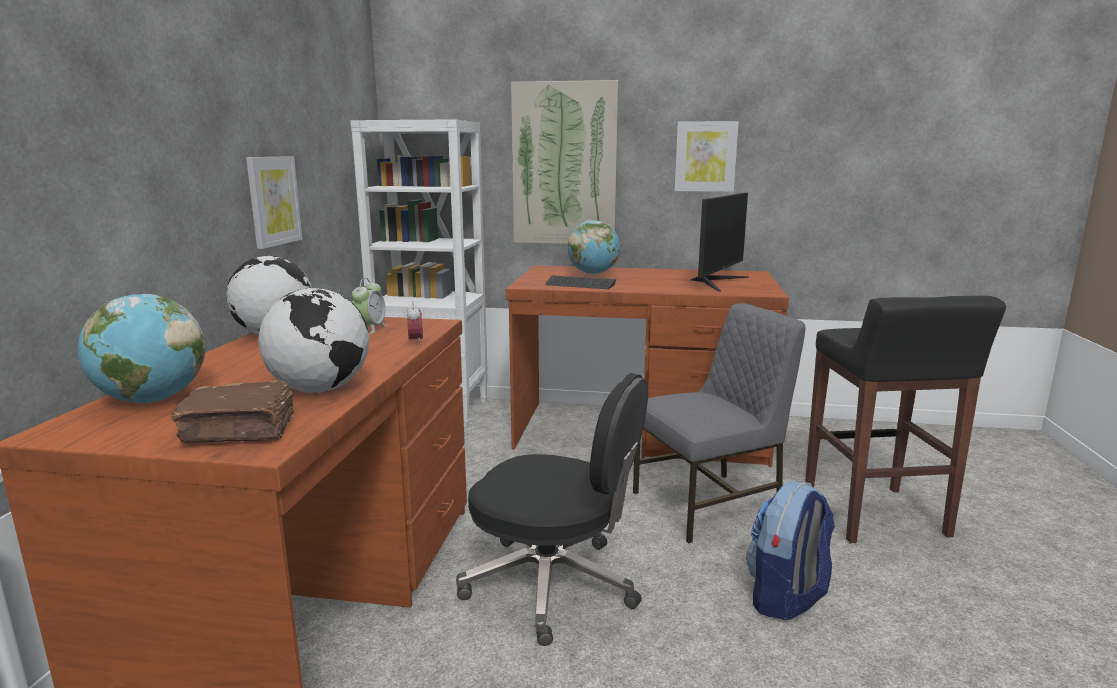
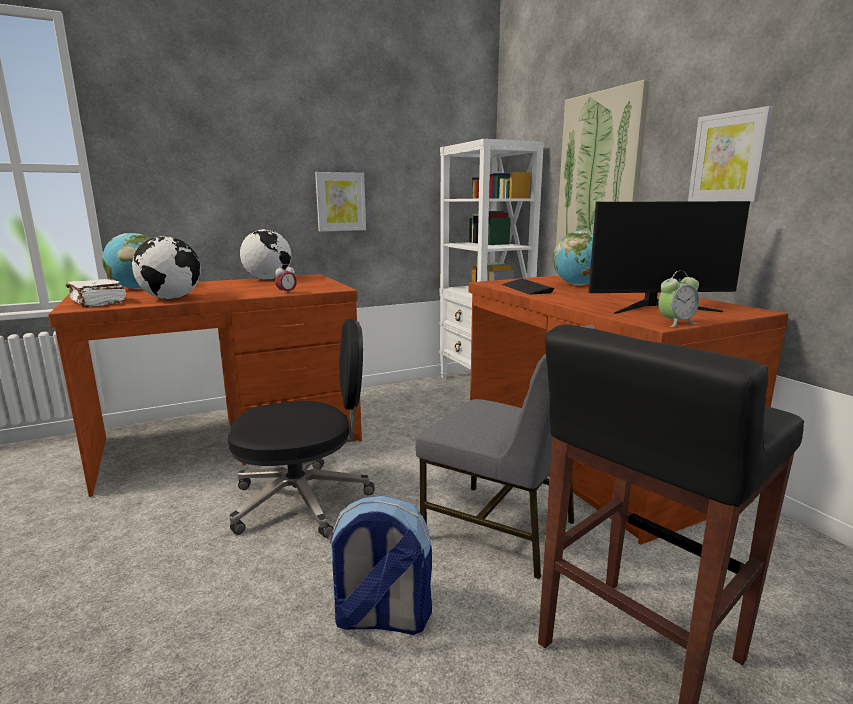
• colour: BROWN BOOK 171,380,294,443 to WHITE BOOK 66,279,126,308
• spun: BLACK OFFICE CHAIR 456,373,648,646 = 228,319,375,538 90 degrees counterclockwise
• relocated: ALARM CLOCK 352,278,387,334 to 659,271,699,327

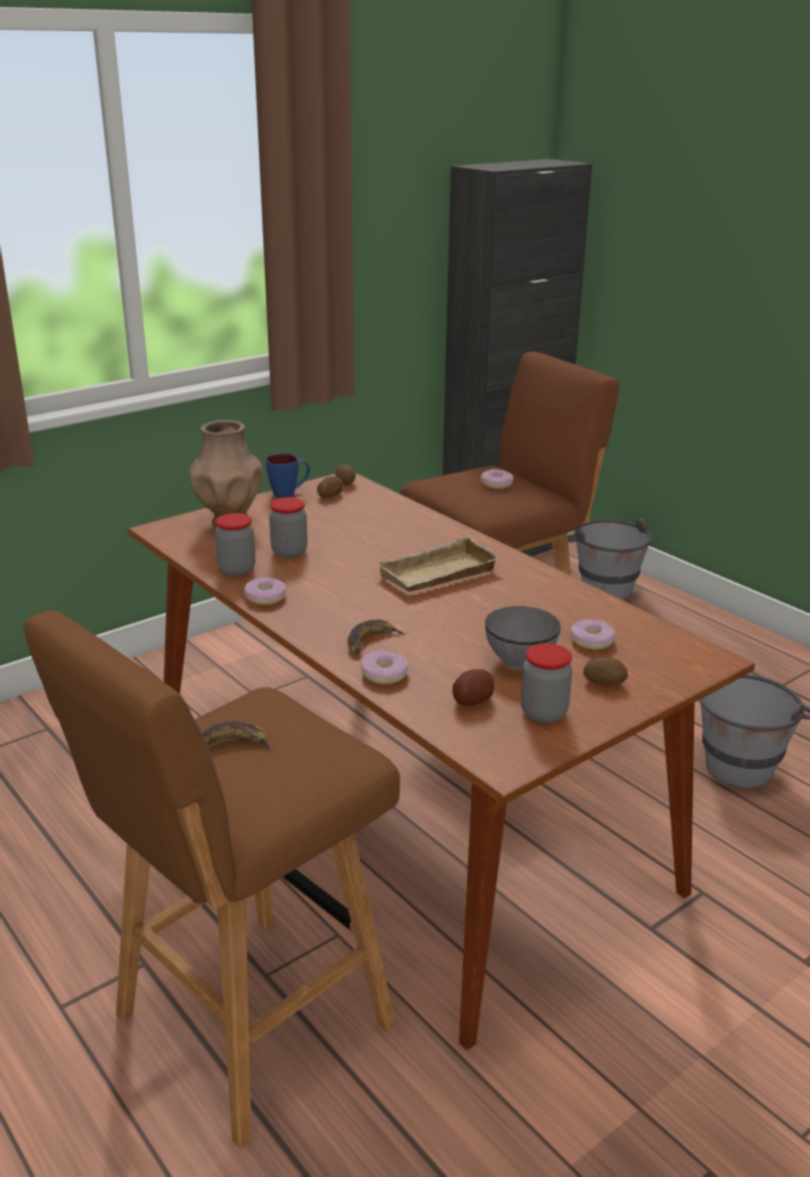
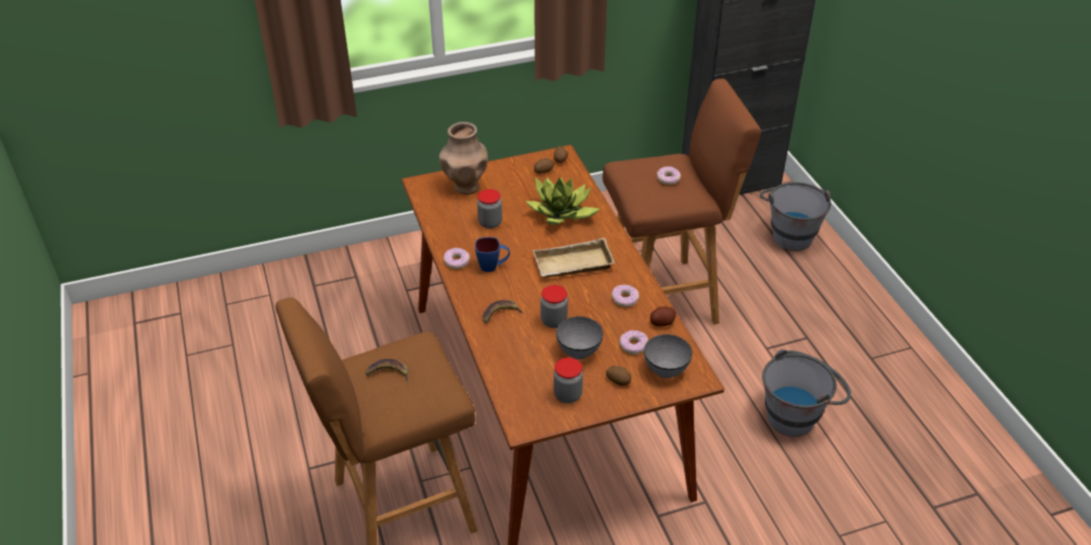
• relocated: BLUE MUG 265,453,310,498 to 475,237,510,272
• appeared: POTTED PLANT 526,177,600,225
• relocated: JAR 215,513,256,576 to 541,285,568,328
• relocated: DONUT 361,650,409,684 to 611,285,639,307
• appeared: GREY BOWL 644,334,692,378
• relocated: POTATO 452,669,494,706 to 650,306,676,326

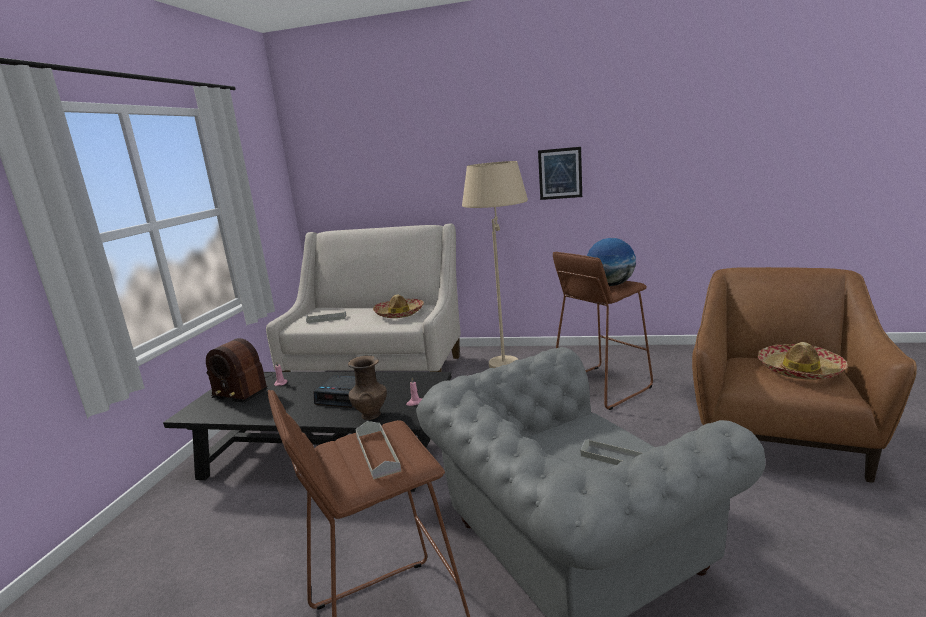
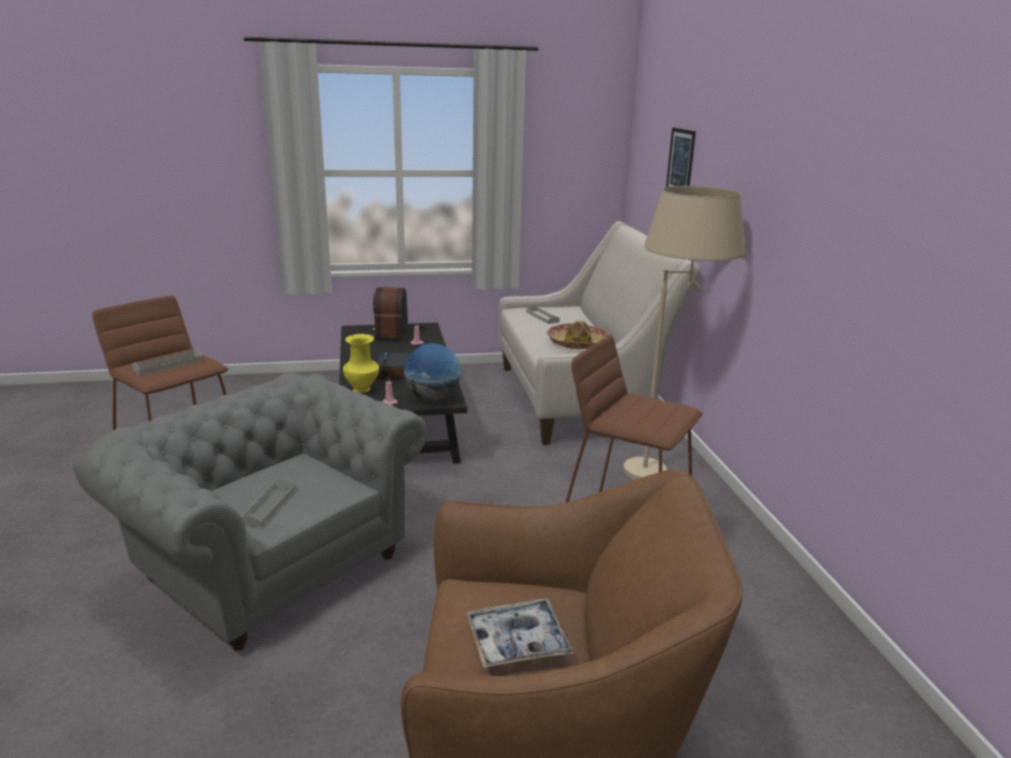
• colour: BROWN VASE 348,356,387,420 to YELLOW VASE 343,334,379,393
• relocated: GLOBE 587,238,636,286 to 404,343,461,400
• exchanged: HAT 758,342,848,380 to TRAY 467,599,573,668
• relocated: PICTURE 538,147,582,200 to 666,128,696,187

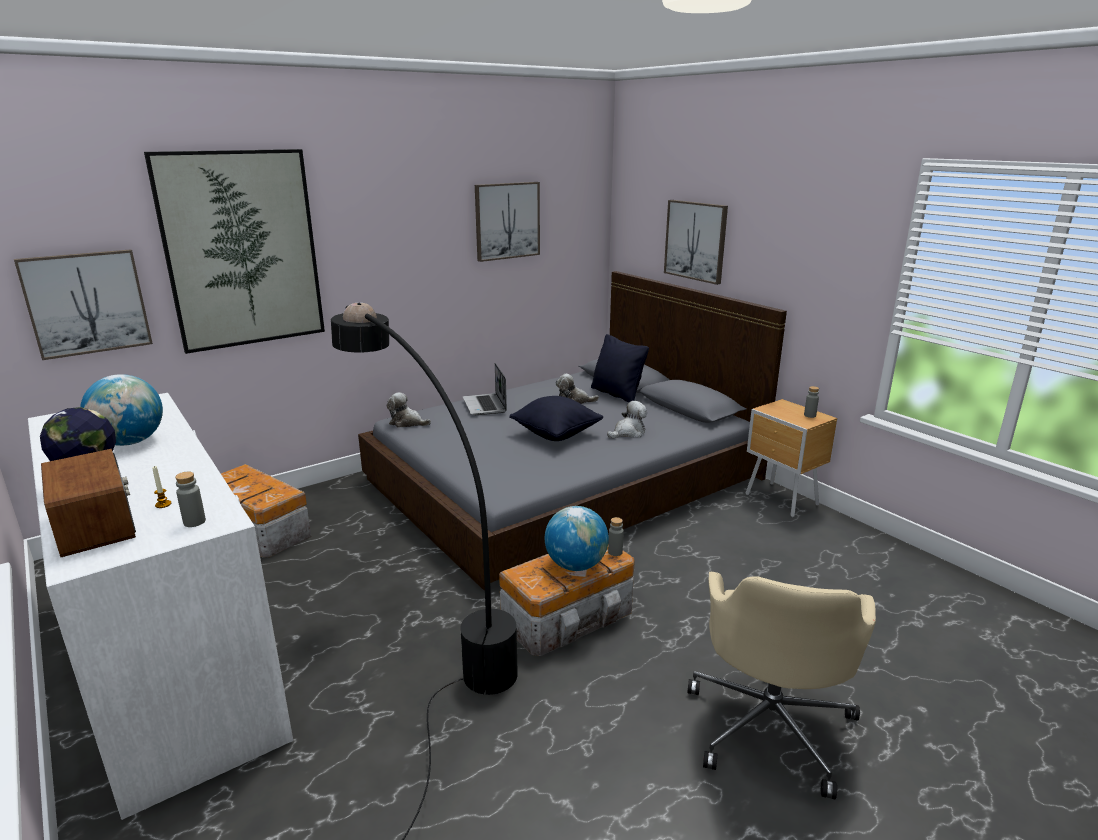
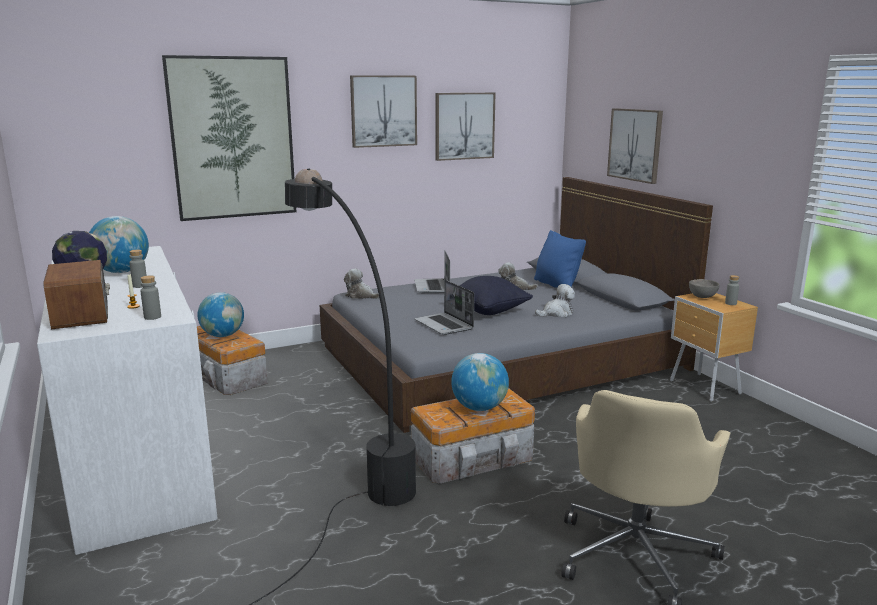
• relocated: GREY BOTTLE 608,517,624,556 to 129,250,147,288
• appeared: GLOBE 198,292,244,337
• relocated: PICTURE 14,249,153,360 to 350,75,417,148
• appeared: LAPTOP 414,280,474,335
• colour: BLACK PILLOW 591,334,649,403 to BLUE PILLOW 534,230,586,288
• appeared: GREY BOWL 689,279,720,298

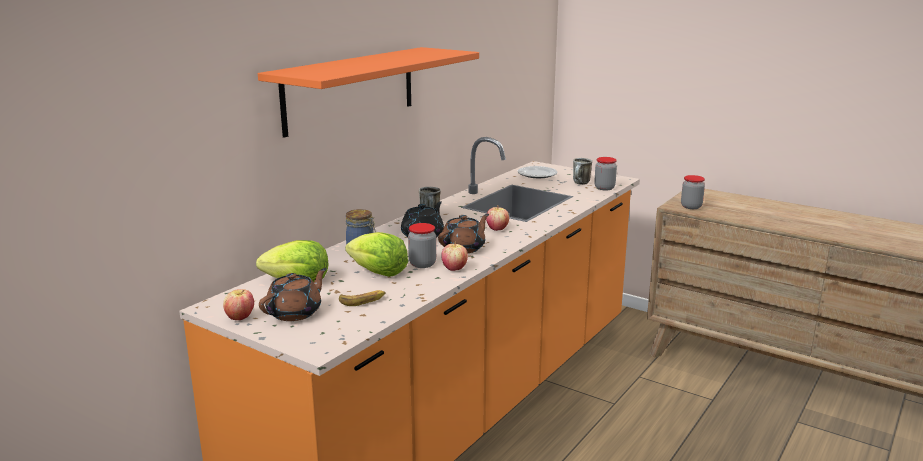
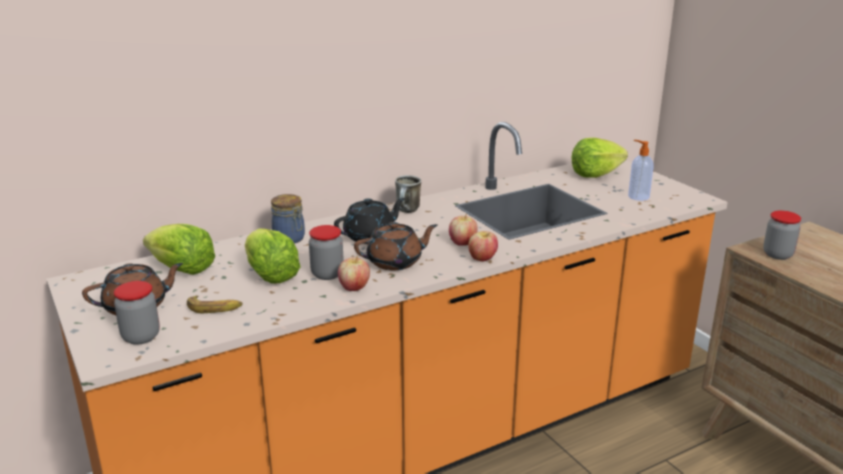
• relocated: JAR 594,157,617,190 to 114,281,160,345
• relocated: APPLE 223,289,254,320 to 468,231,498,261
• exchanged: PLATE 518,166,557,178 to LETTUCE 571,138,628,178
• exchanged: MUG 573,158,592,185 to SOAP DISPENSER 628,140,654,201
• missing: ORANGE SHELF 258,47,479,138

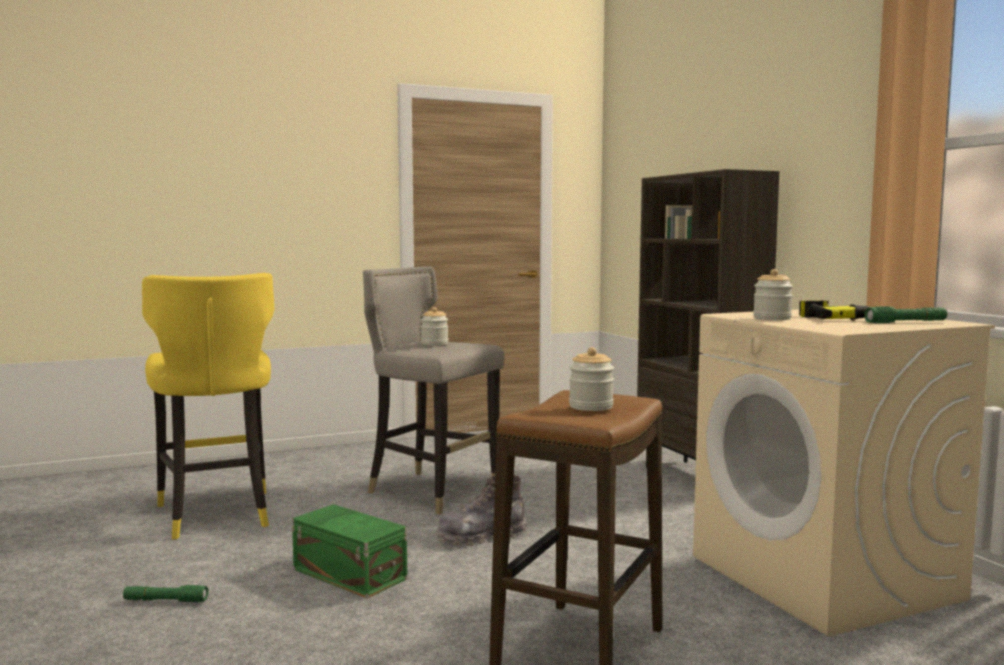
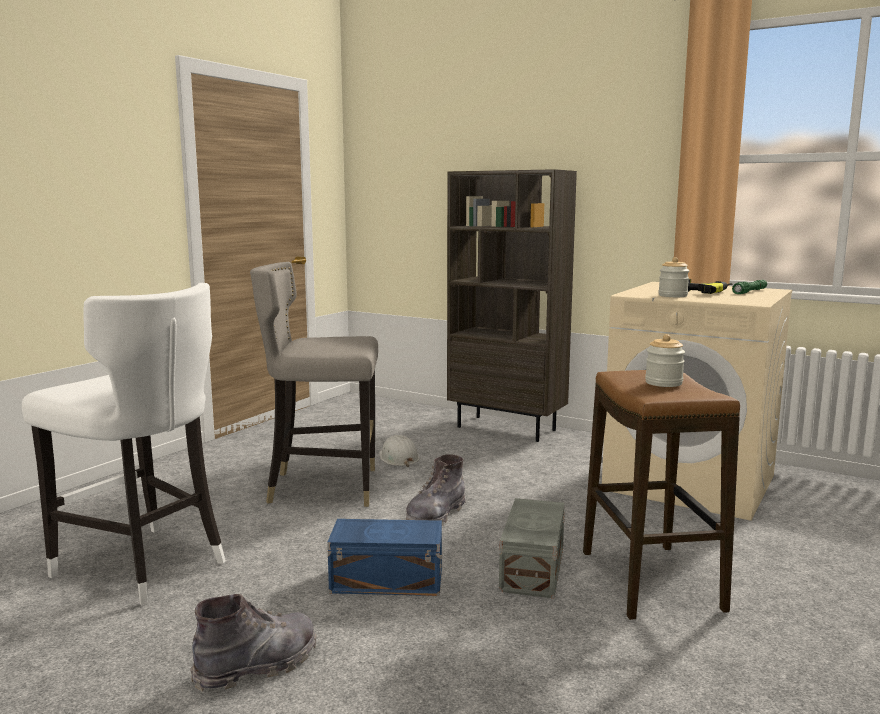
• colour: YELLOW STOOL 142,273,274,539 to WHITE STOOL 22,283,226,606
• exchanged: GREEN FLASHLIGHT 123,585,208,602 to GREY BOOT 190,594,316,692
• colour: GREEN STORAGE BOX 292,504,407,598 to BLUE STORAGE BOX 327,519,442,596
• appeared: WHITE HARD HAT 379,435,420,467
• appeared: GREY STORAGE BOX 499,498,565,598
• missing: JAR 421,307,448,346

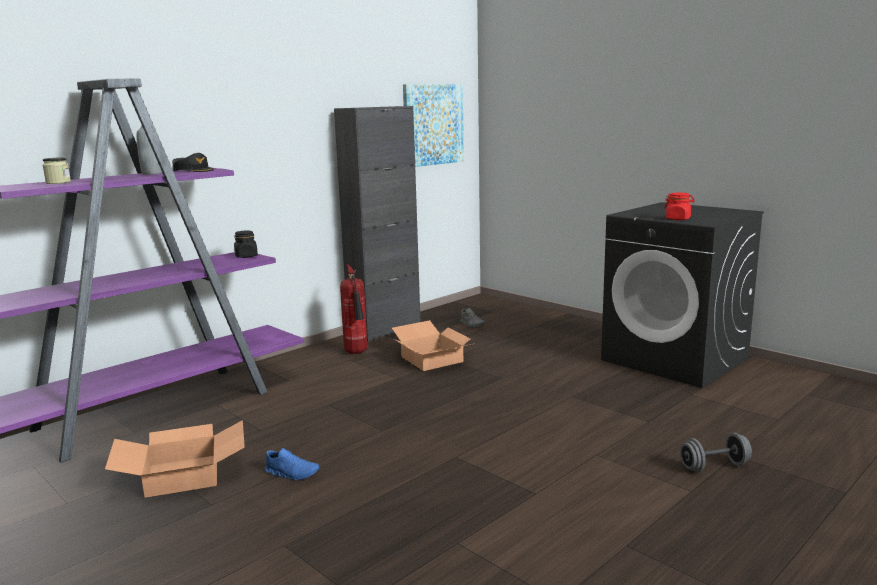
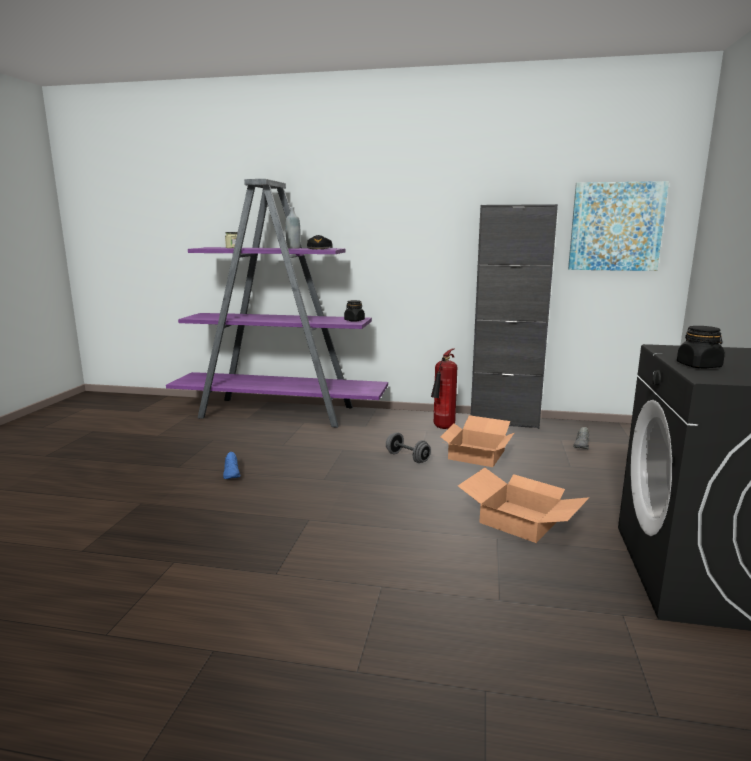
• relocated: GREY DUMBBELL 680,433,752,472 to 386,432,431,463
• relocated: CARDBOARD BOX 105,420,245,498 to 458,468,590,543
• colour: RED JAR 664,192,695,220 to BLACK JAR 677,326,725,369

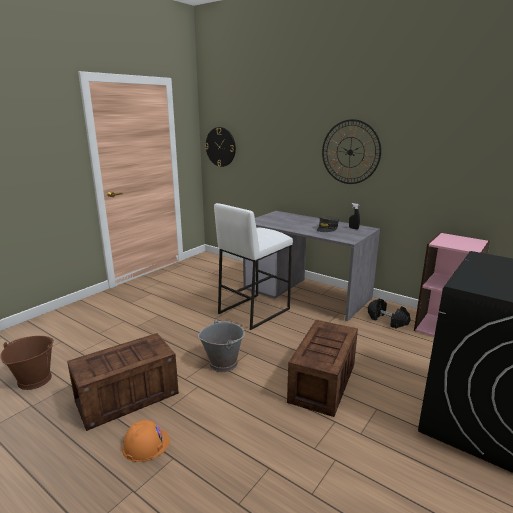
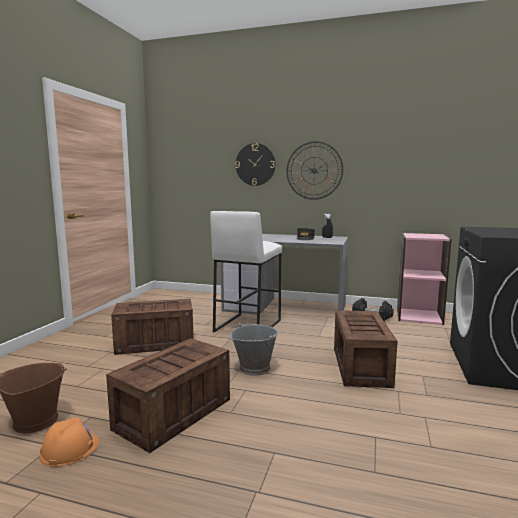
• relocated: ORANGE HARD HAT 122,420,170,462 to 40,418,100,467
• appeared: CRATE 111,299,194,355
• relocated: WALL CLOCK 205,127,236,167 to 235,143,276,186

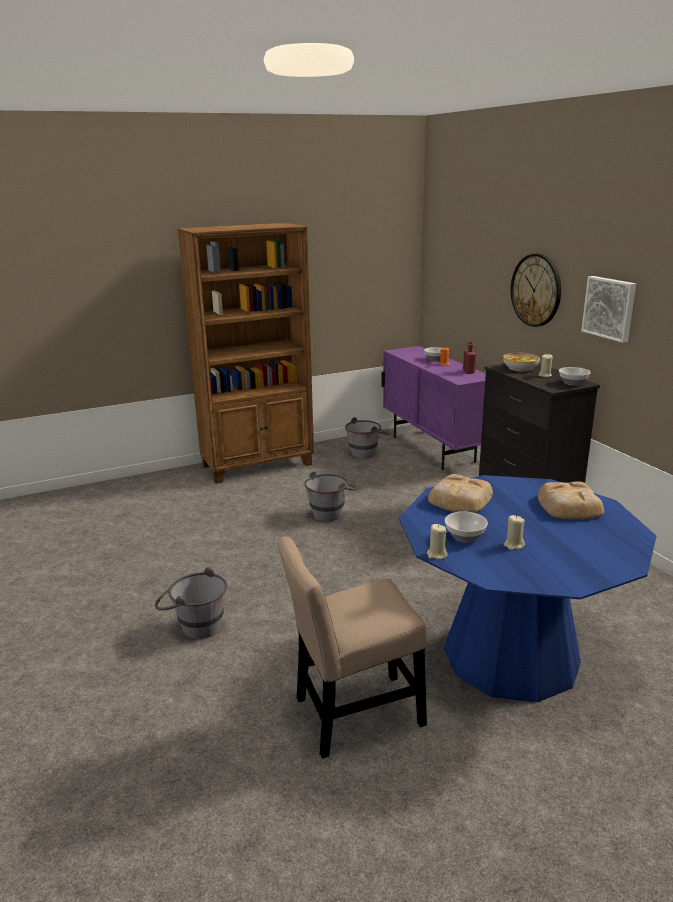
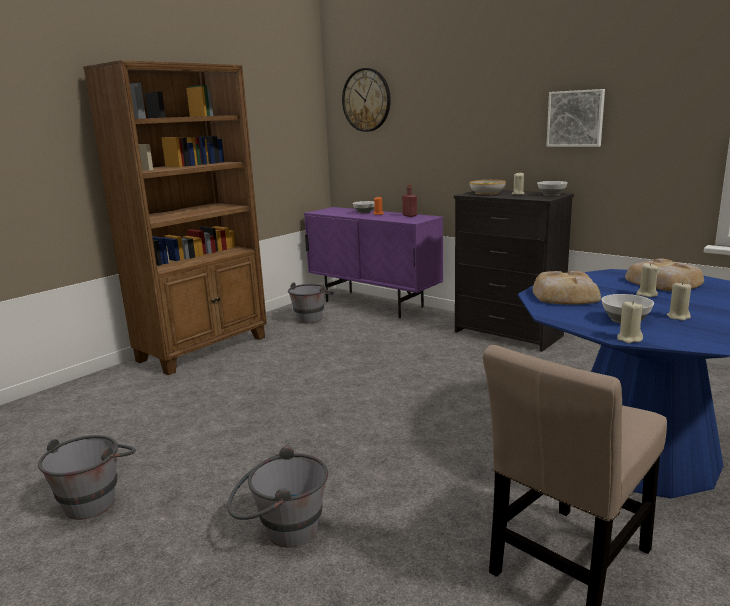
• relocated: GREY BUCKET 304,472,358,522 to 38,435,136,520
• relocated: WALL CLOCK 511,254,561,327 to 342,68,391,132
• appeared: BEIGE CANDLE 636,263,659,297

